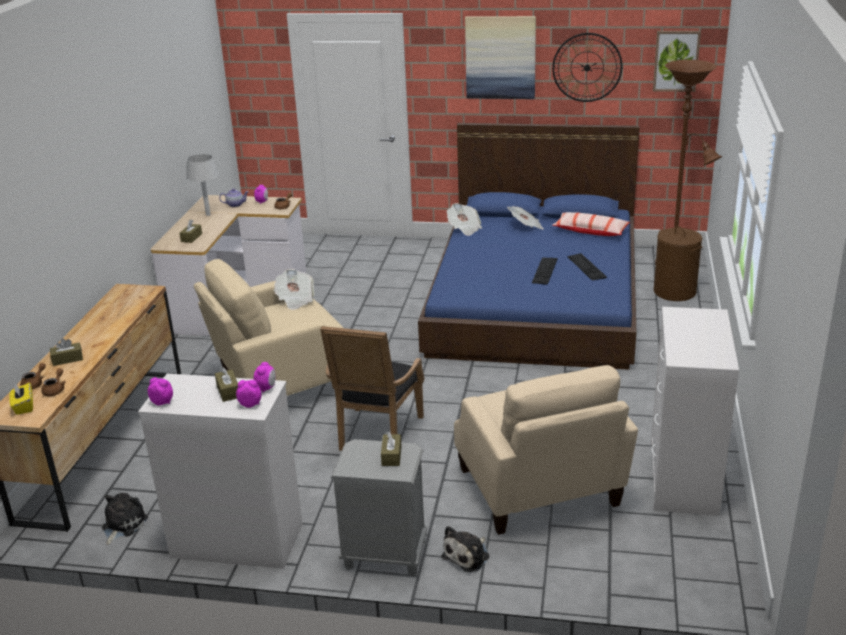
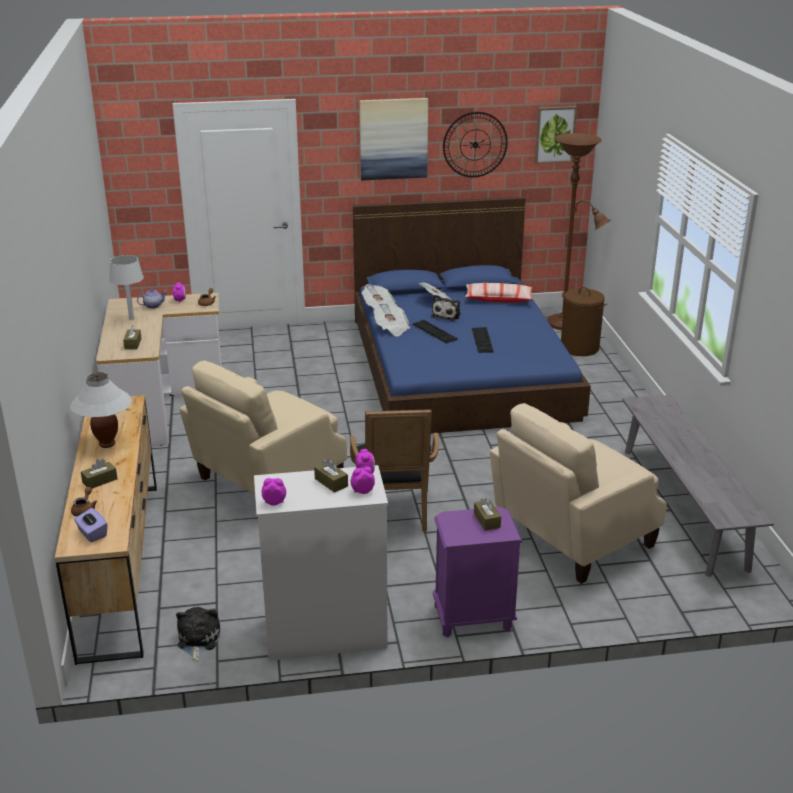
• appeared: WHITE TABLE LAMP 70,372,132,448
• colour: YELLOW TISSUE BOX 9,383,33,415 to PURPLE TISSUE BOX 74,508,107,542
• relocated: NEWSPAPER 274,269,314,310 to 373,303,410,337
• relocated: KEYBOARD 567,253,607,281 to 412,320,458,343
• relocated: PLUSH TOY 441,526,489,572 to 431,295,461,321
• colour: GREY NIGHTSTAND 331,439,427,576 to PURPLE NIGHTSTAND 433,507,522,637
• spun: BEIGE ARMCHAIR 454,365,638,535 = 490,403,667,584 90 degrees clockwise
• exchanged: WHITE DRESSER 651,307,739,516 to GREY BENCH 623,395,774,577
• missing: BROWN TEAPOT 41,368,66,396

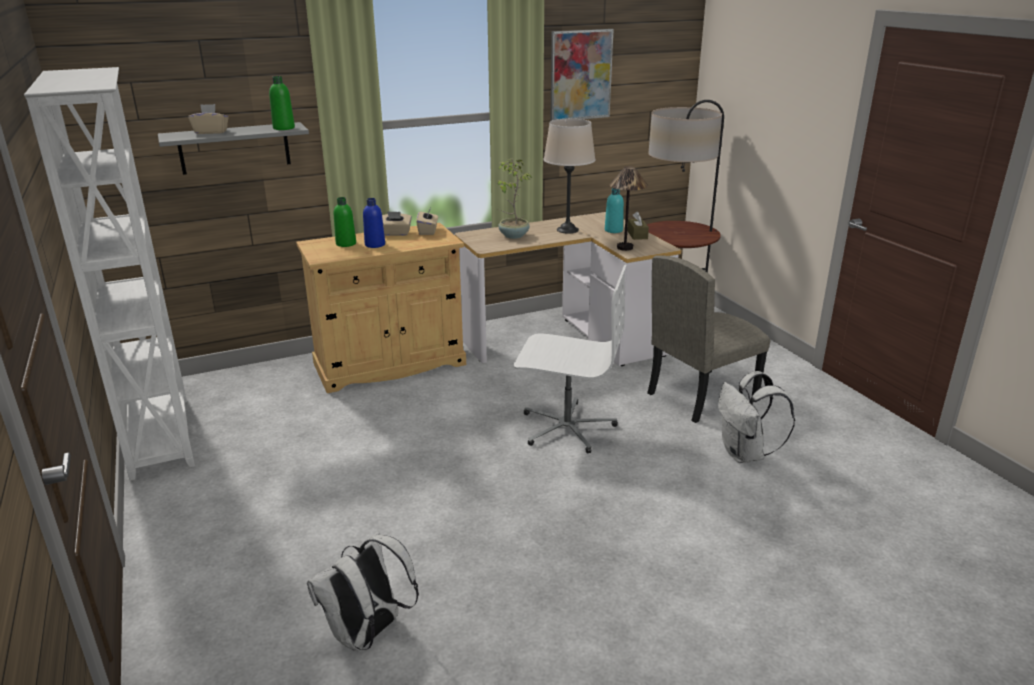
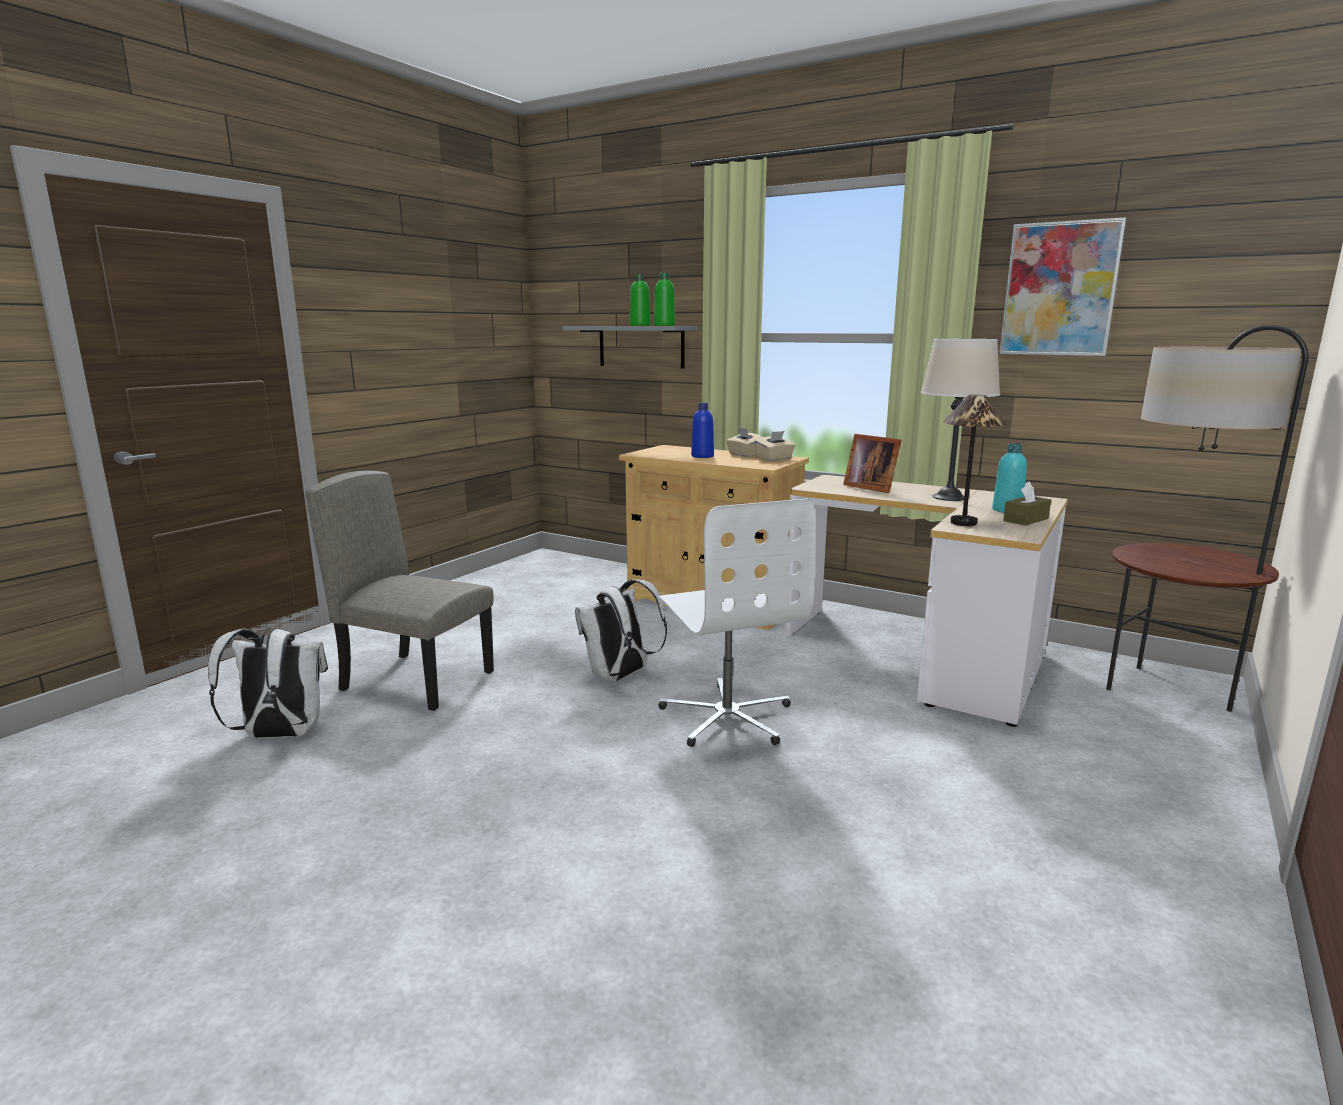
• relocated: BEIGE CHAIR 647,255,770,423 to 305,471,494,711
• relocated: WHITE BACKPACK 718,371,795,463 to 575,579,667,682
• relocated: GREEN BOTTLE 334,197,356,247 to 630,274,651,326
• exchanged: POTTED PLANT 497,159,533,239 to PICTURE FRAME 843,434,902,493
• missing: WHITE BOOKCASE 24,67,195,481
• missing: BEIGE TISSUE BOX 188,104,229,134

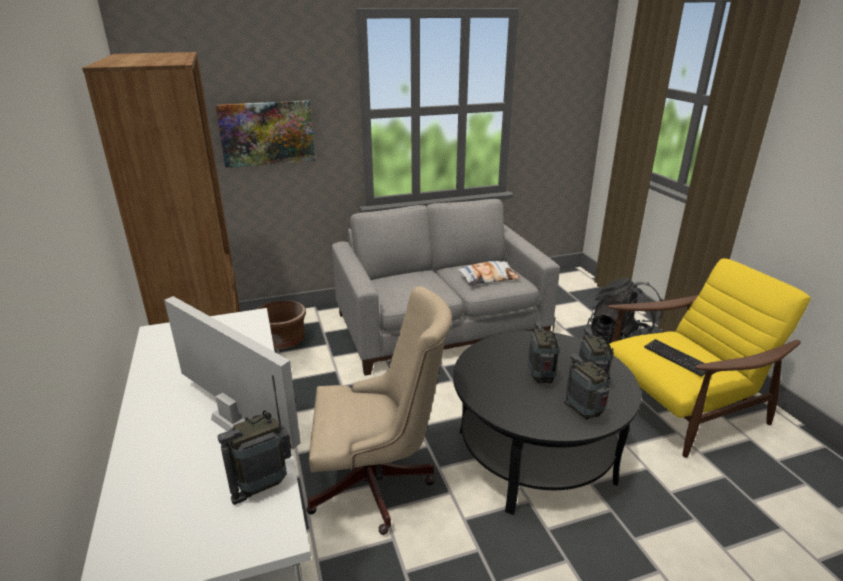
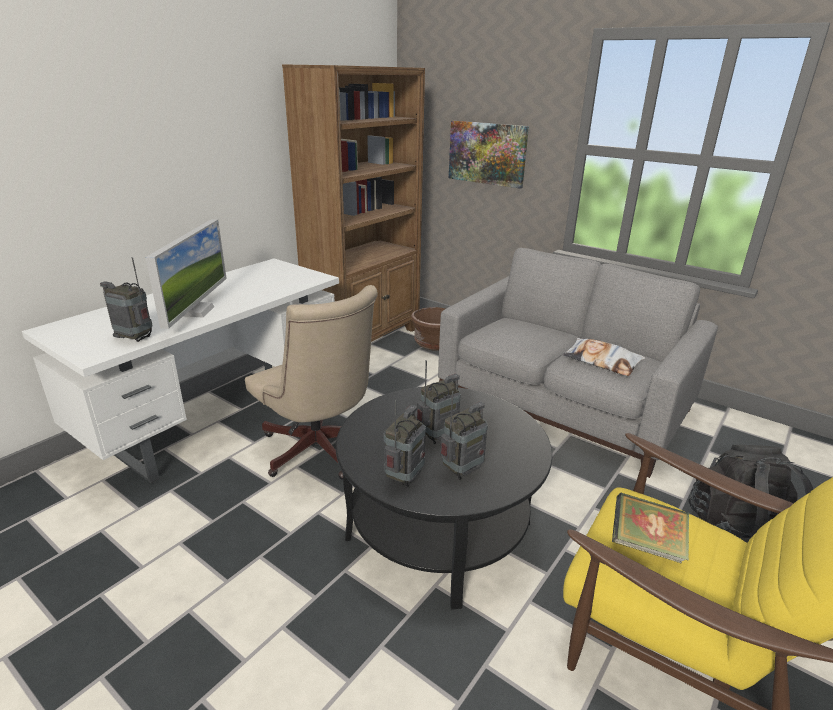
• exchanged: KEYBOARD 644,339,705,377 to BOOK 612,493,689,563

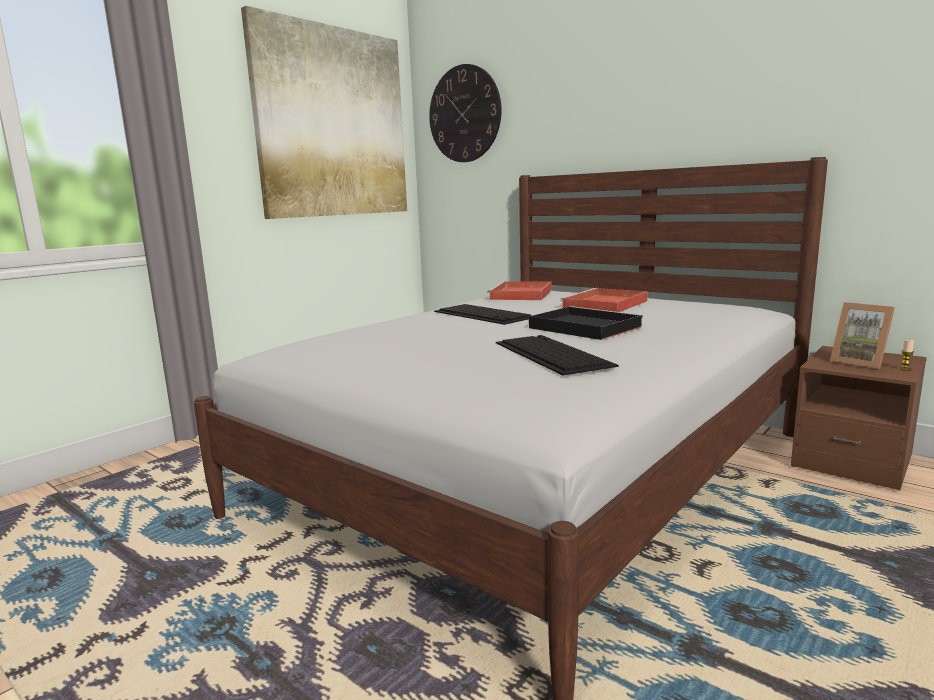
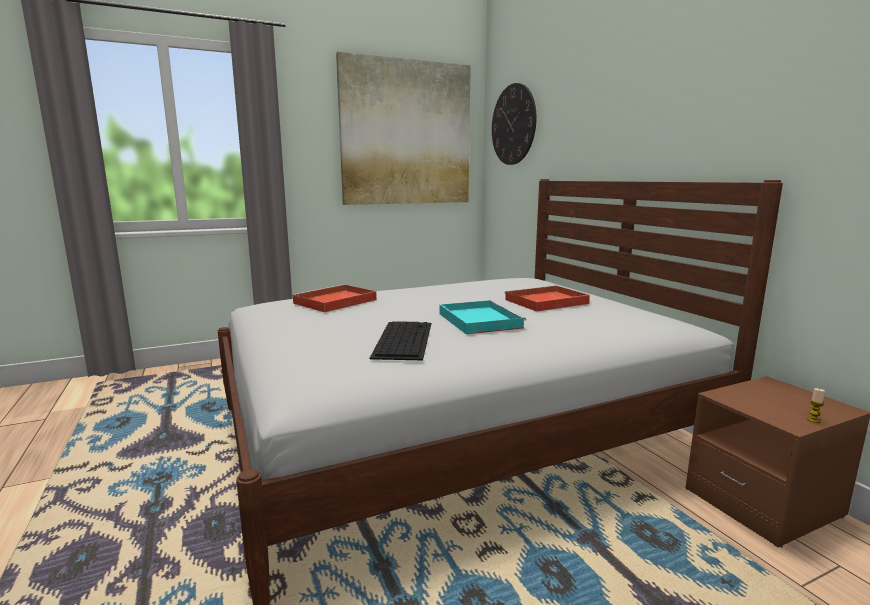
• relocated: RED TRAY 487,281,552,300 to 292,284,377,312
• colour: BLACK TRAY 529,306,643,340 to TURQUOISE TRAY 440,300,526,334
• missing: KEYBOARD 434,304,532,325
• missing: PICTURE FRAME 830,302,895,369

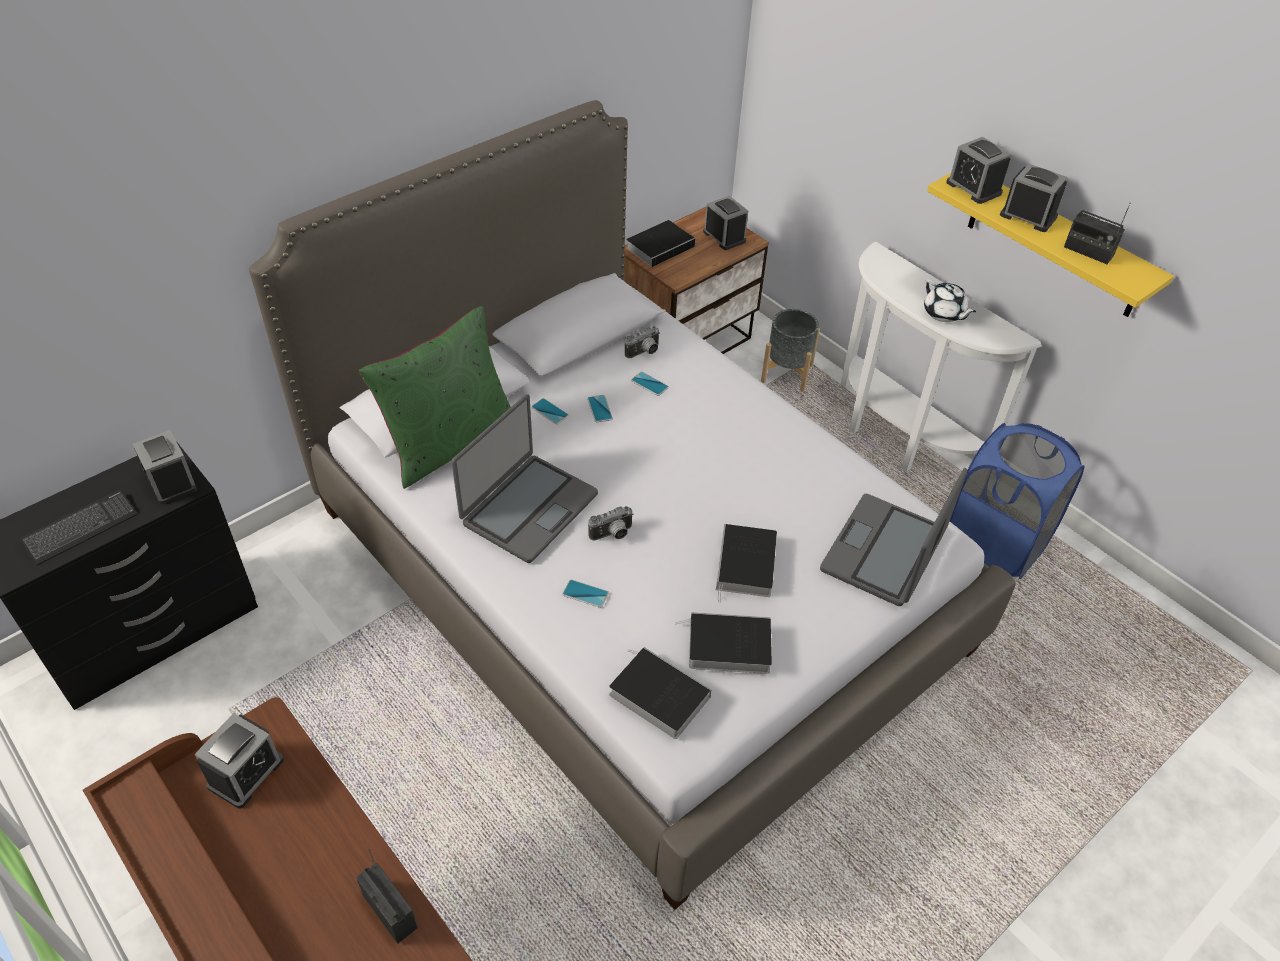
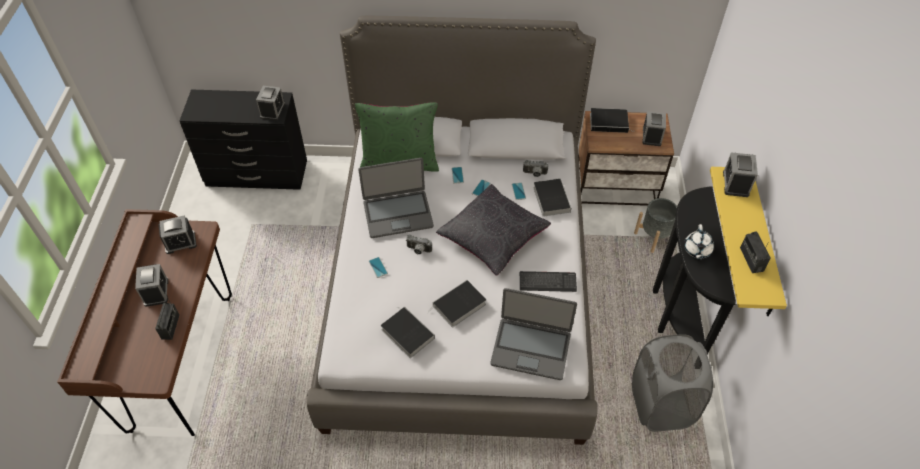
• relocated: ALARM CLOCK 1000,164,1067,232 to 135,264,168,307
• appeared: BLACK PILLOW 436,184,551,276
• spun: LAPTOP 820,468,967,606 = 490,288,577,380 150 degrees counterclockwise
• relocated: KEYBOARD 21,490,138,565 to 520,271,577,292
• relocated: BOOK 609,647,712,739 to 533,178,571,217
• colour: BLUE LAUNDRY BASKET 950,423,1084,579 to GREY LAUNDRY BASKET 632,334,713,432
• colour: WHITE CONSOLE TABLE 841,241,1042,472 to BLACK CONSOLE TABLE 653,186,736,354

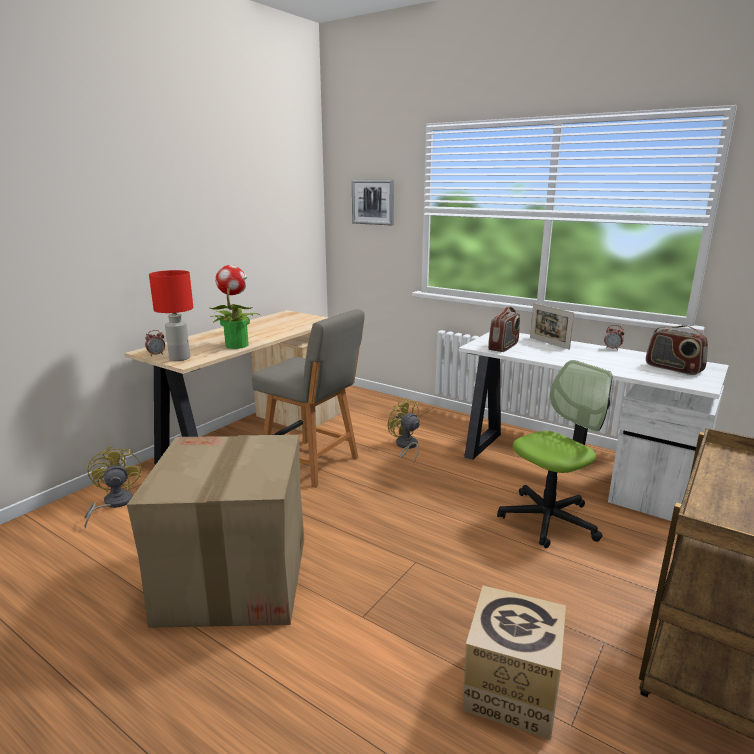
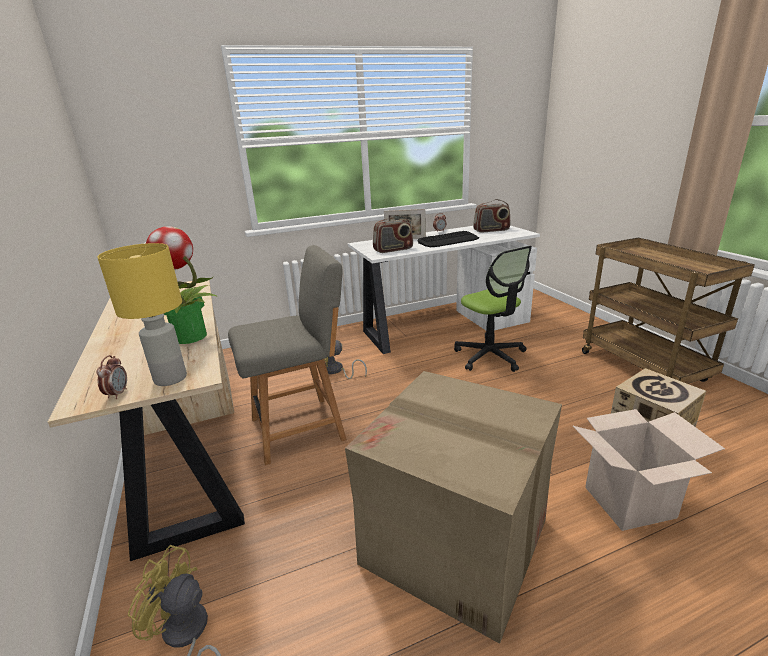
• colour: RED TABLE LAMP 149,270,193,361 to YELLOW TABLE LAMP 97,243,187,386
• spun: RADIO 488,307,520,352 = 373,215,413,253 90 degrees clockwise
• appeared: KEYBOARD 418,231,479,247
• spun: OFFICE CHAIR 497,360,612,548 = 454,246,532,372 150 degrees clockwise
• appeared: CARDBOARD BOX 573,409,725,531
• missing: PICTURE 352,180,394,226

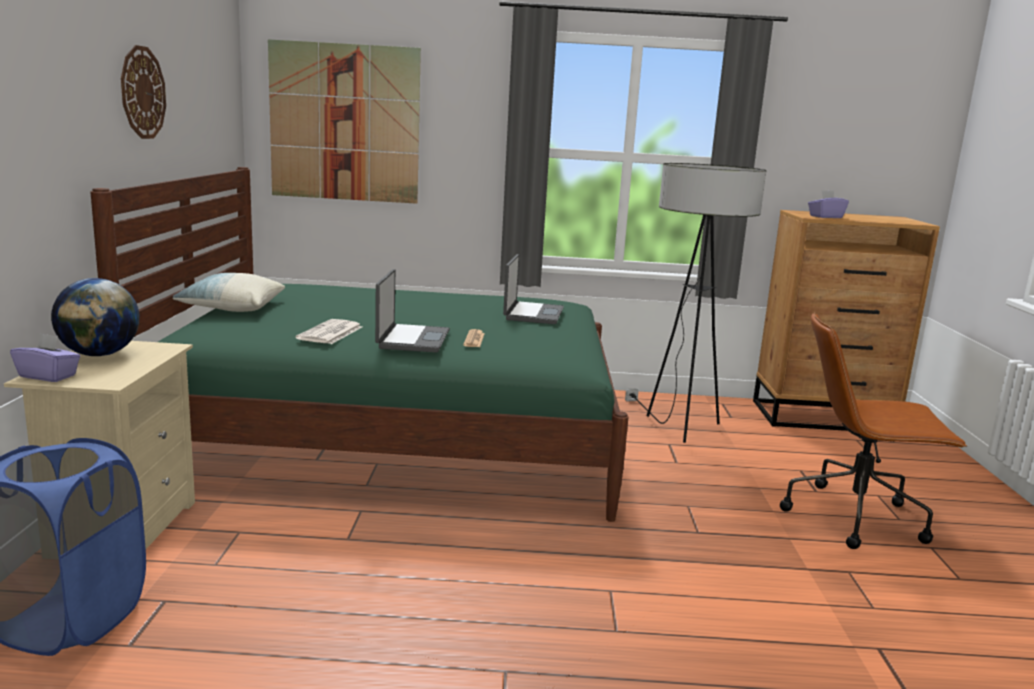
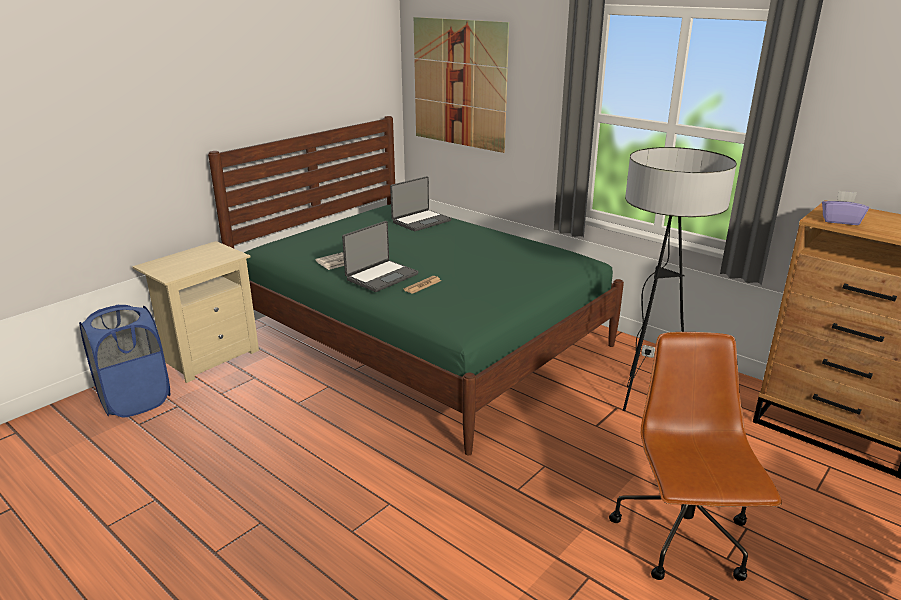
• relocated: LAPTOP 503,254,564,324 to 390,176,452,231
• spun: BROWN OFFICE CHAIR 780,312,967,549 = 609,332,782,581 45 degrees clockwise
• missing: PURPLE TISSUE BOX 10,333,81,382
• missing: GLOBE 51,278,140,356
• missing: WALL CLOCK 121,45,166,139
• missing: PILLOW 173,273,285,312

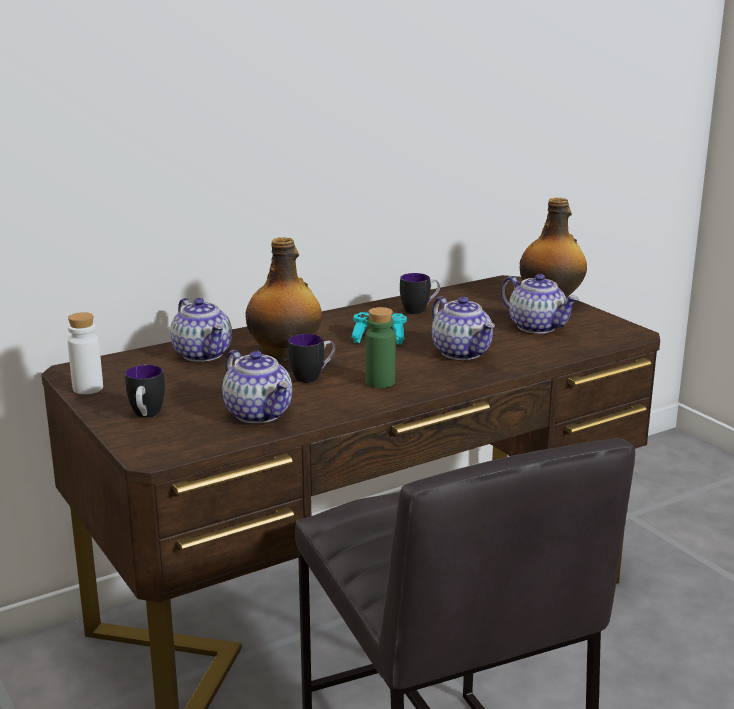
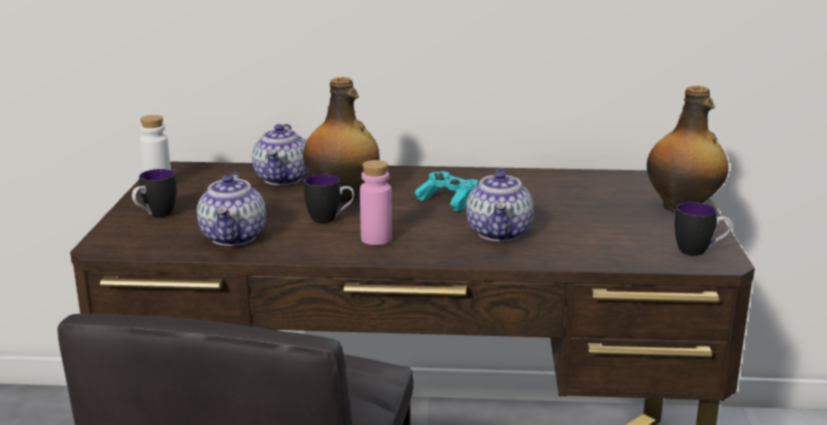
• colour: GREEN BOTTLE 365,307,395,388 to PINK BOTTLE 360,160,392,245
• relocated: MUG 400,273,440,314 to 675,202,732,256
• missing: TEAPOT 500,274,579,334

